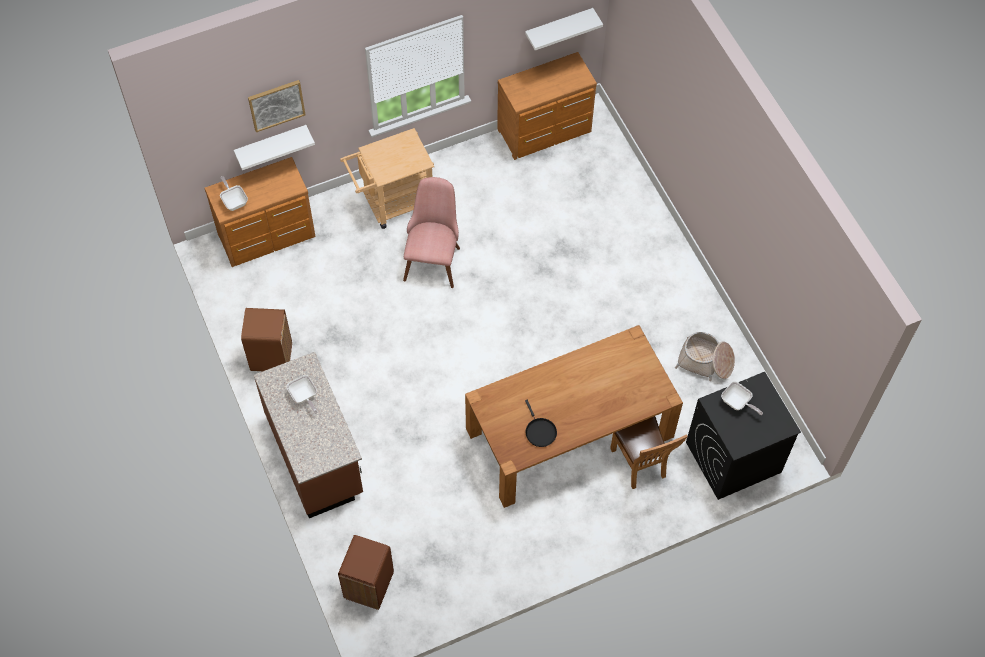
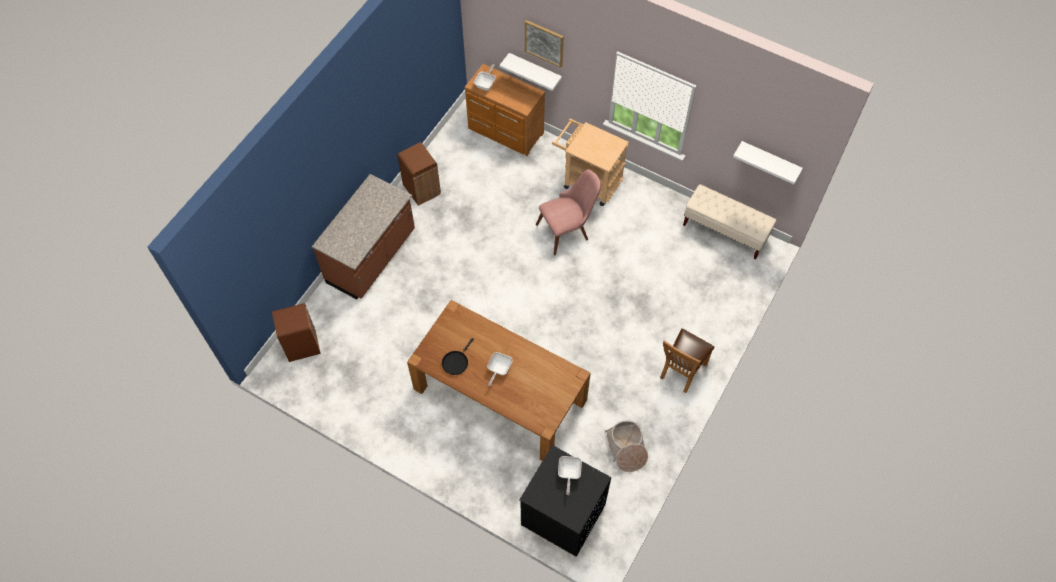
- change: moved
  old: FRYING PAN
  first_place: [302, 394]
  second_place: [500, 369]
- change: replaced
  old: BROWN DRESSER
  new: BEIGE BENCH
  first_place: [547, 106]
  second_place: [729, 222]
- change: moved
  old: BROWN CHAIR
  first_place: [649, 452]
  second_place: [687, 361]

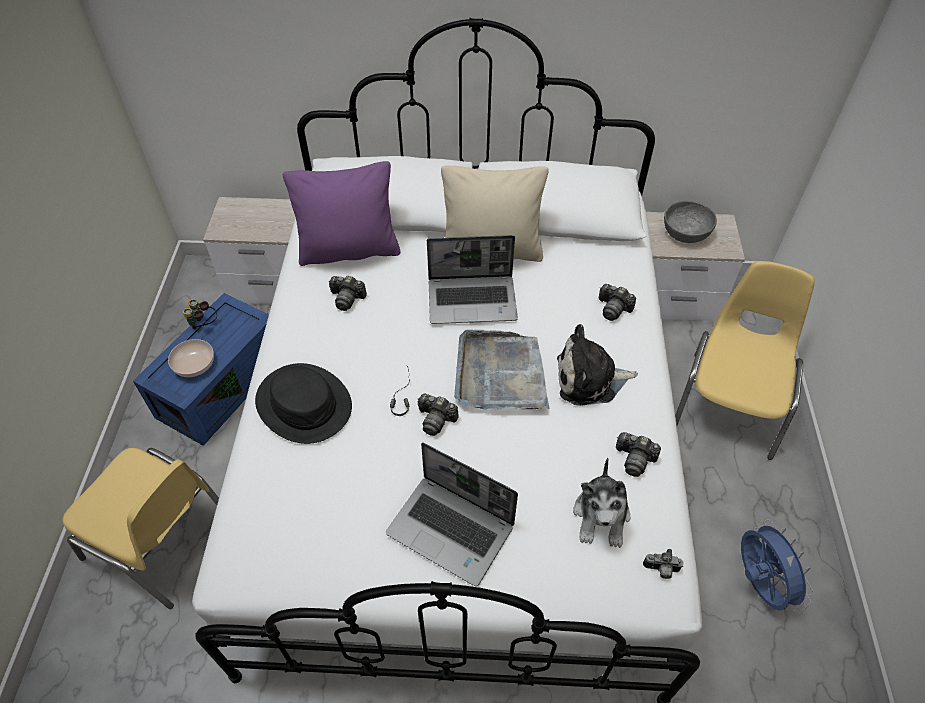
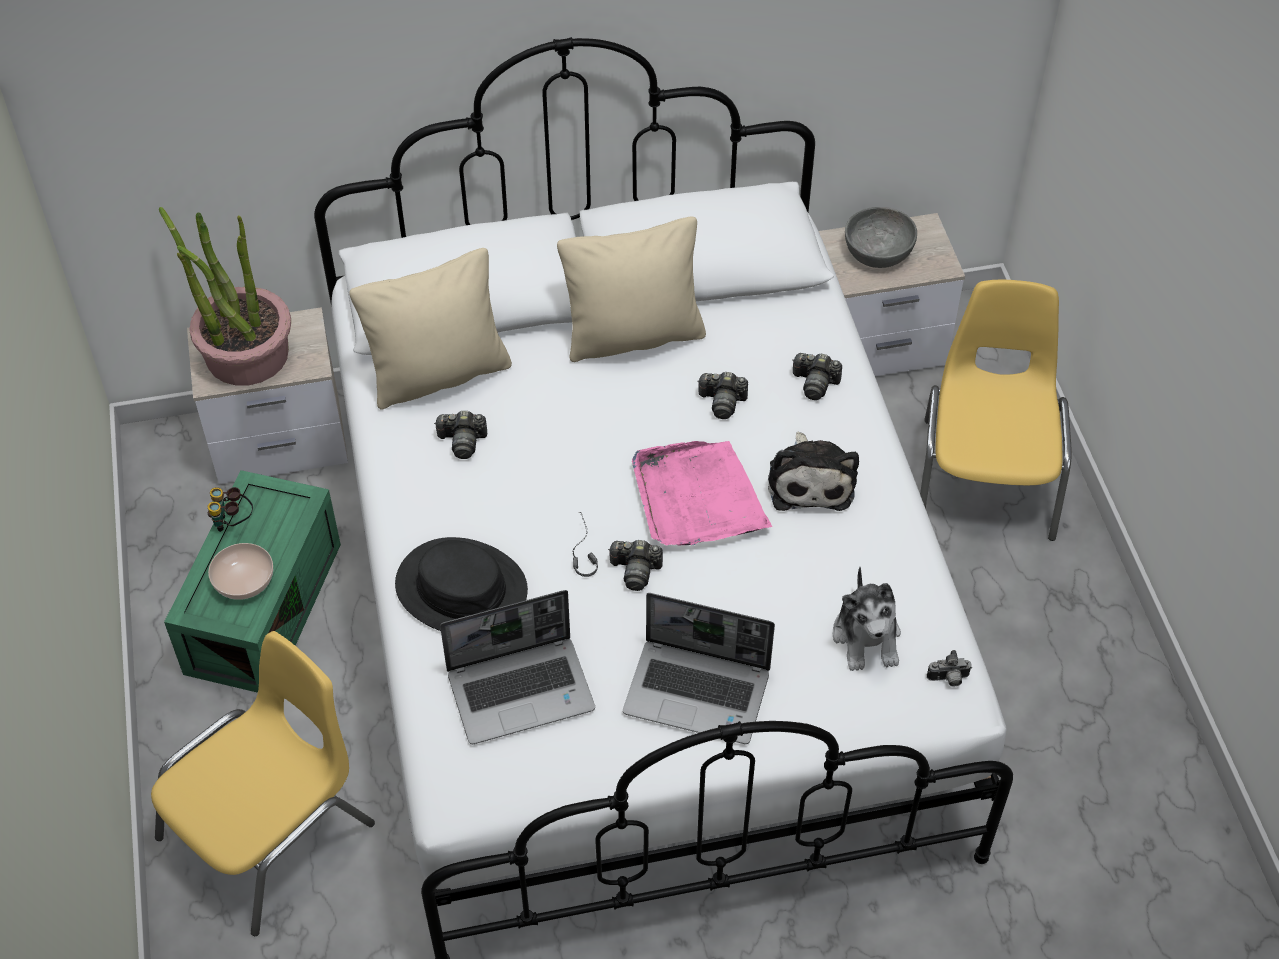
- change: turned
  old: YELLOW CHAIR
  first_place: [140, 528]
  second_place: [263, 783]
  degrees: -60
- change: recoloured
  old: BLUE STORAGE BOX
  new: GREEN STORAGE BOX
  first_place: [201, 369]
  second_place: [252, 581]
- change: recoloured
  old: PURPLE PILLOW
  new: BEIGE PILLOW
  first_place: [341, 213]
  second_place: [430, 328]
- change: moved
  old: LAPTOP
  first_place: [472, 279]
  second_place: [517, 667]
- change: recoloured
  old: GREY TRAY
  new: PINK TRAY
  first_place: [501, 370]
  second_place: [702, 493]
- change: turned
  old: PLUSH TOY
  first_place: [597, 365]
  second_place: [813, 471]
  degrees: -75
- change: moved
  old: PHOTO CAMERA
  first_place: [638, 454]
  second_place: [722, 395]
- change: removed
  old: BLUE FAN
  first_place: [777, 565]
- change: added
  new: POTTED PLANT
  second_place: [225, 296]

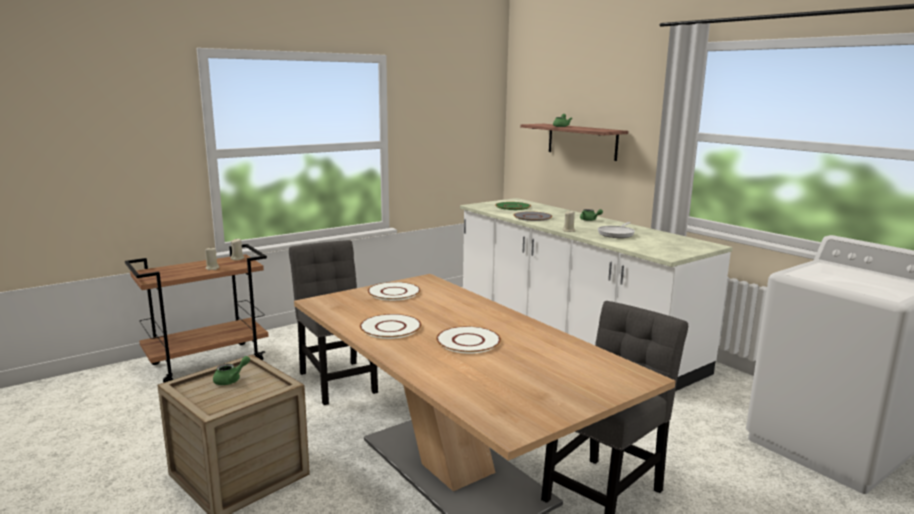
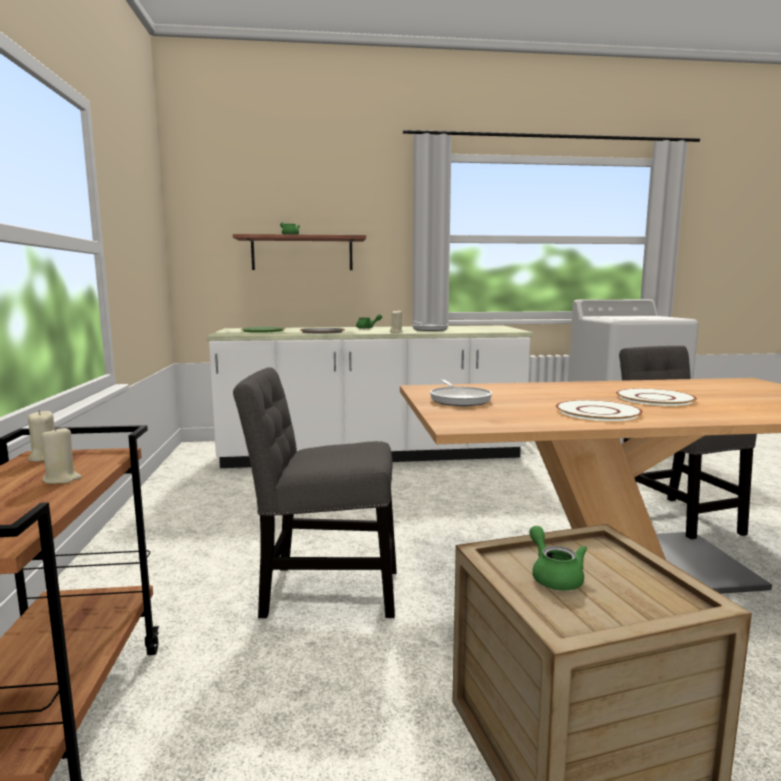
- change: replaced
  old: WHITE PLATE
  new: FRYING PAN
  first_place: [394, 291]
  second_place: [461, 393]

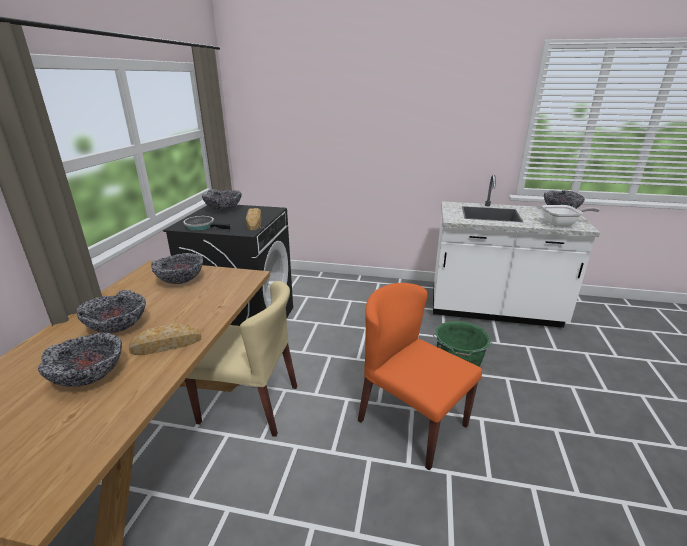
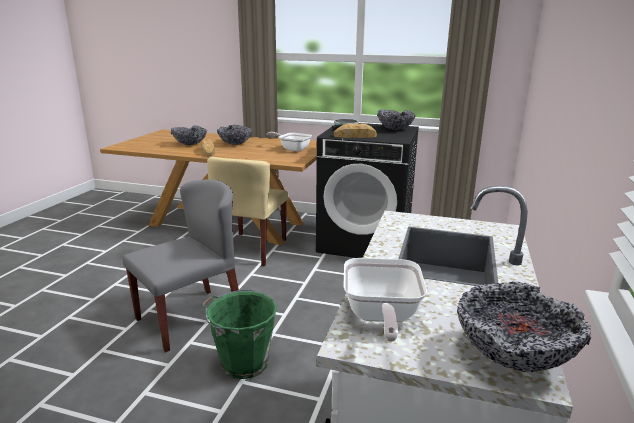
- change: replaced
  old: BOWL
  new: FRYING PAN
  first_place: [177, 268]
  second_place: [289, 142]
- change: recoloured
  old: ORANGE CHAIR
  new: GREY CHAIR
  first_place: [420, 376]
  second_place: [181, 265]

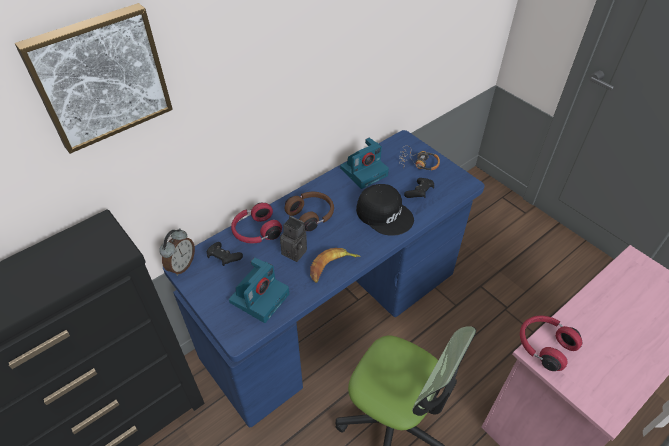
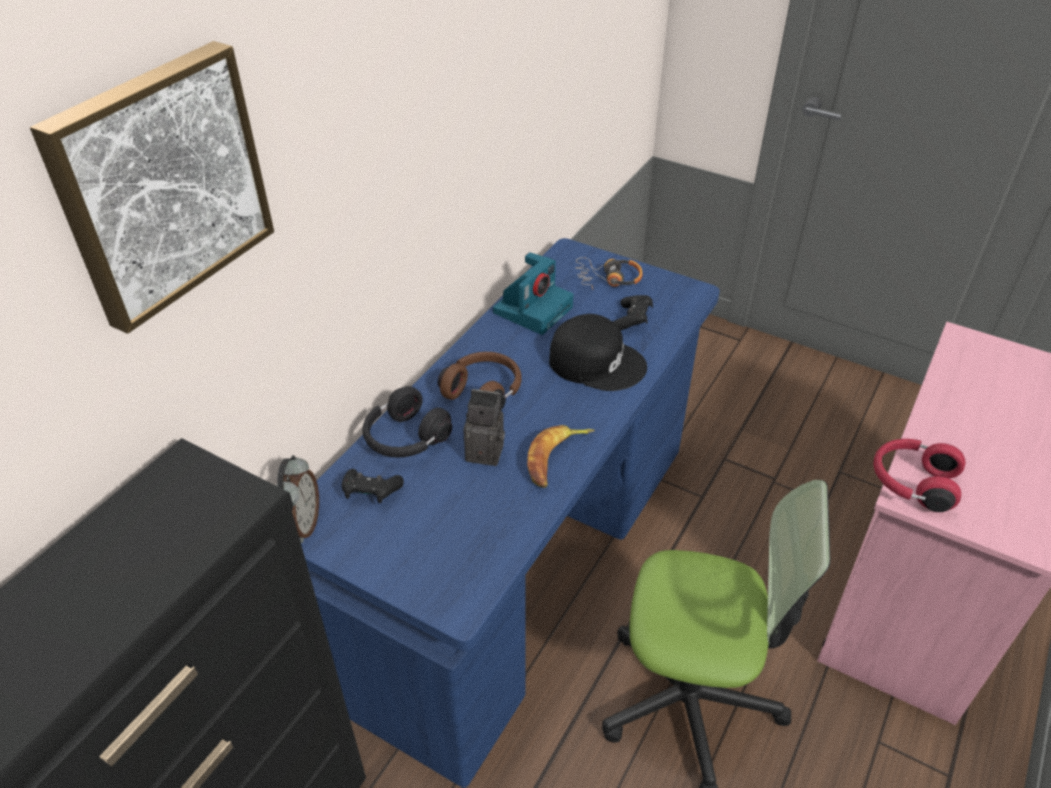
- change: removed
  old: PHOTO CAMERA
  first_place: [259, 290]
- change: recoloured
  old: RED HEADPHONES
  new: BLACK HEADPHONES
  first_place: [256, 223]
  second_place: [407, 421]

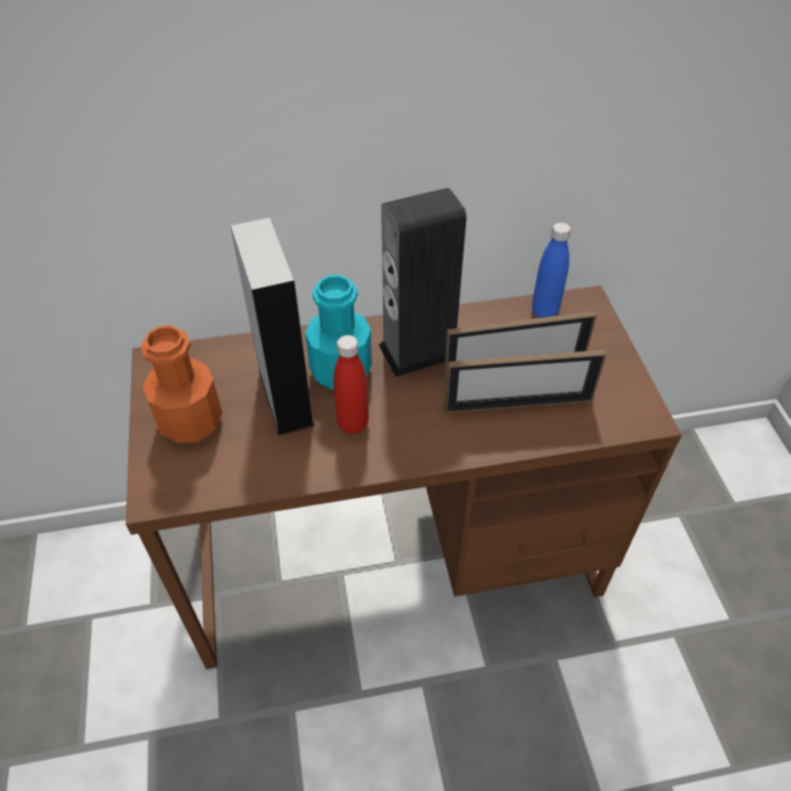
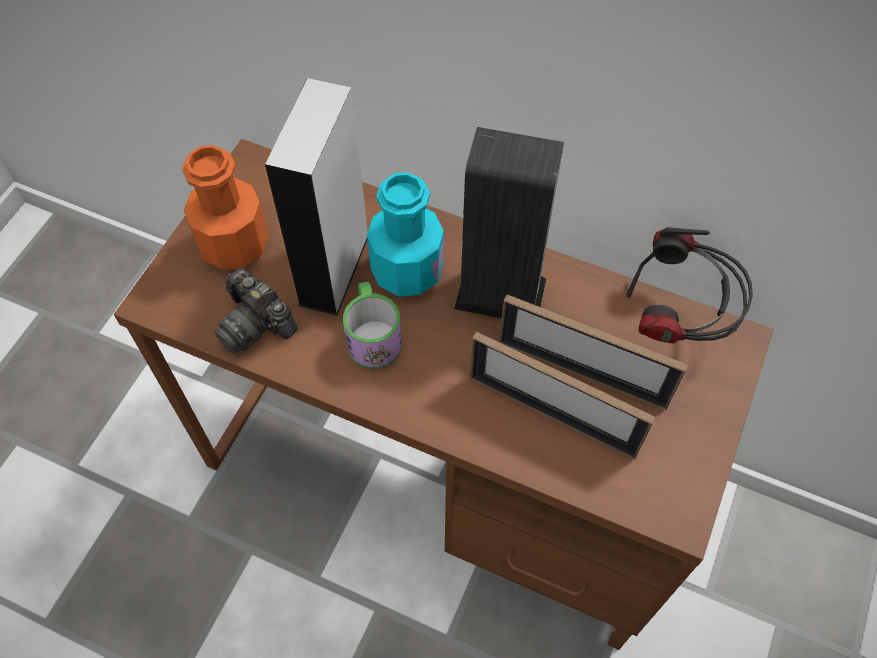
- change: replaced
  old: RED BOTTLE
  new: MUG
  first_place: [351, 384]
  second_place: [372, 325]
- change: replaced
  old: BLUE BOTTLE
  new: HEADPHONES
  first_place: [551, 270]
  second_place: [689, 285]
- change: added
  new: PHOTO CAMERA
  second_place: [256, 310]

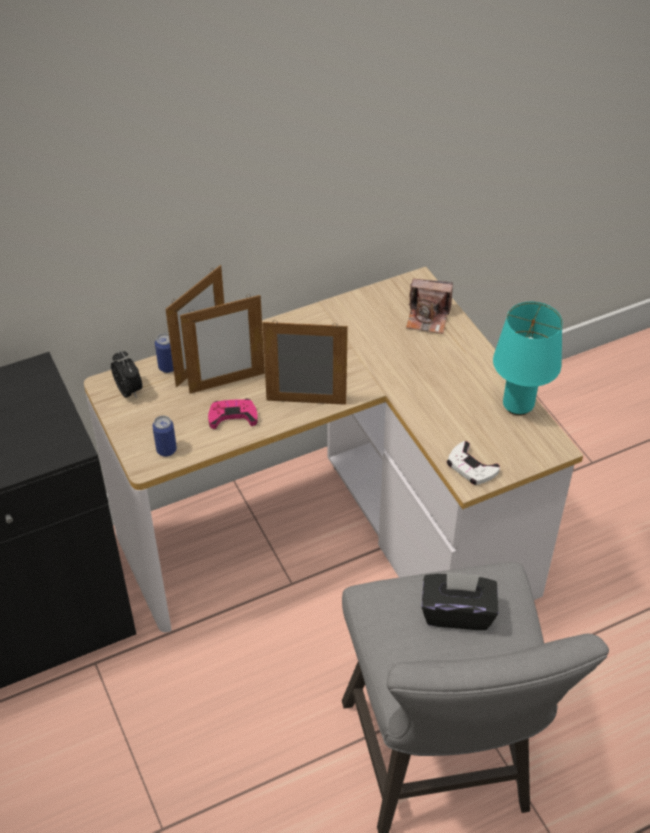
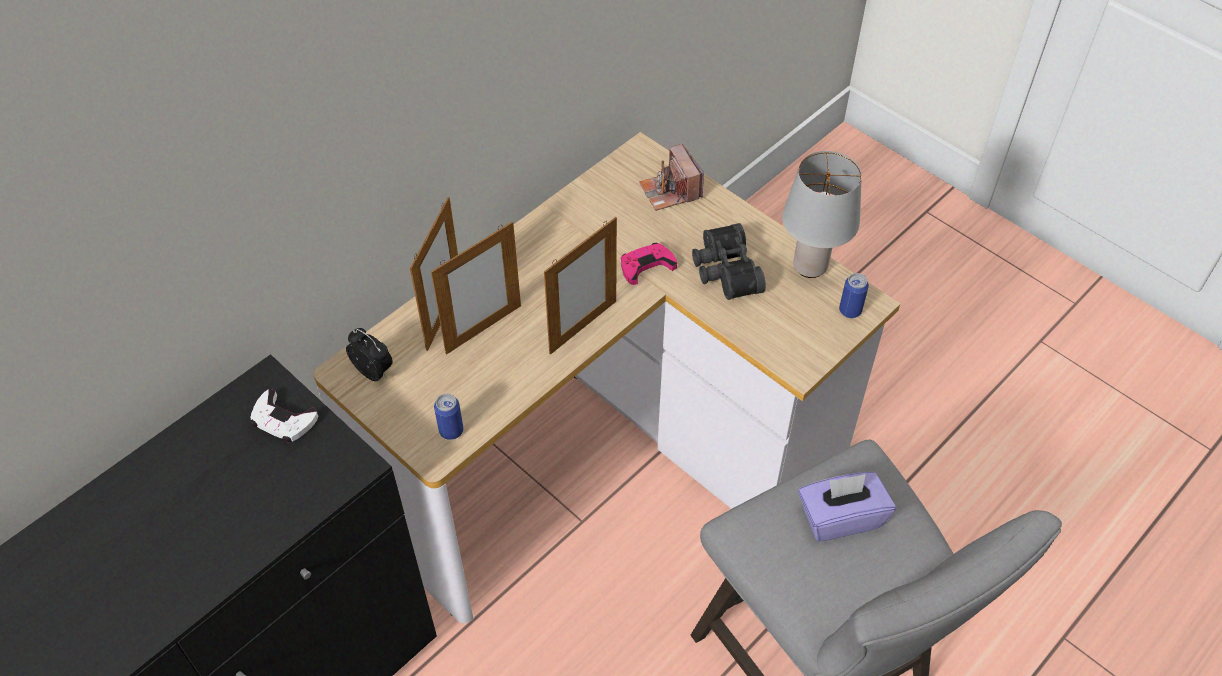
- change: moved
  old: CAN
  first_place: [164, 353]
  second_place: [854, 295]
- change: moved
  old: PINK GAME CONTROLLER
  first_place: [233, 414]
  second_place: [649, 264]
- change: turned
  old: PICTURE FRAME
  first_place: [305, 363]
  second_place: [580, 286]
  degrees: 150
- change: turned
  old: PHOTO CAMERA
  first_place: [429, 306]
  second_place: [671, 177]
  degrees: 75
- change: recoloured
  old: BLACK TISSUE BOX
  new: PURPLE TISSUE BOX
  first_place: [459, 600]
  second_place: [847, 507]
- change: moved
  old: WHITE GAME CONTROLLER
  first_place: [473, 463]
  second_place: [284, 415]
- change: recoloured
  old: TURQUOISE TABLE LAMP
  new: GREY TABLE LAMP
  first_place: [528, 358]
  second_place: [822, 214]
- change: added
  new: BLACK BINOCULARS
  second_place: [729, 261]

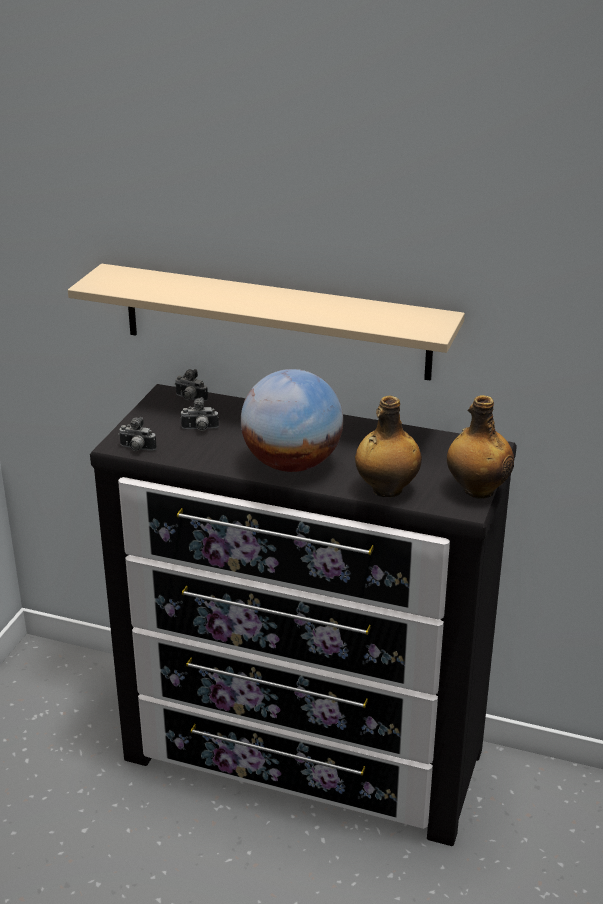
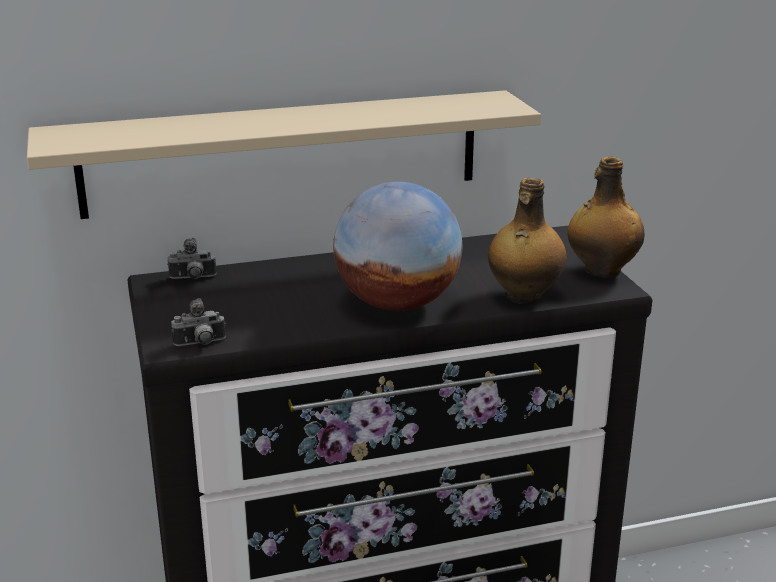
- change: removed
  old: PHOTO CAMERA
  first_place: [199, 414]

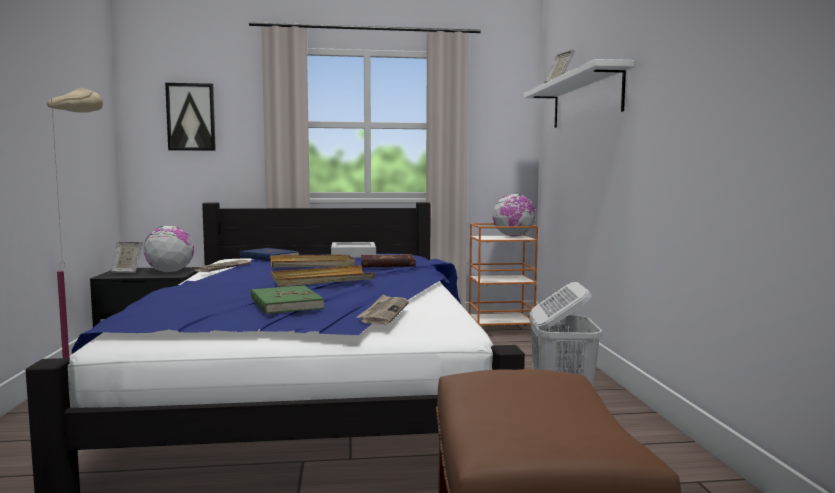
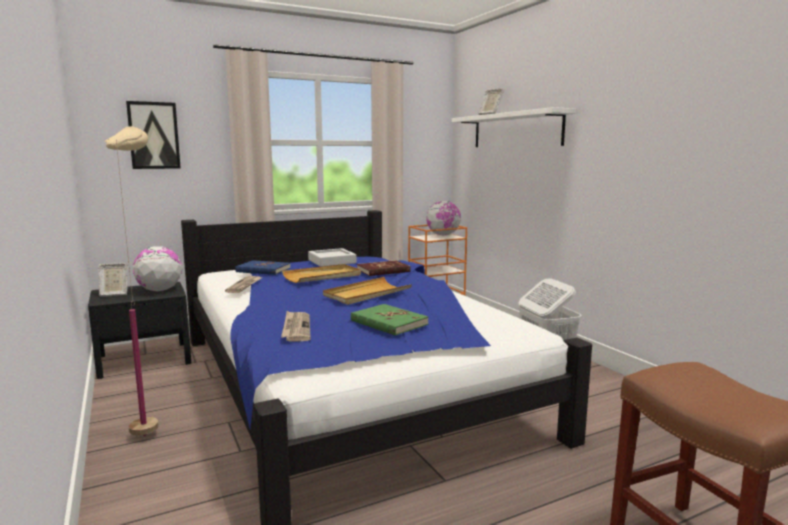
- change: moved
  old: NEWSPAPER
  first_place: [382, 309]
  second_place: [296, 326]

